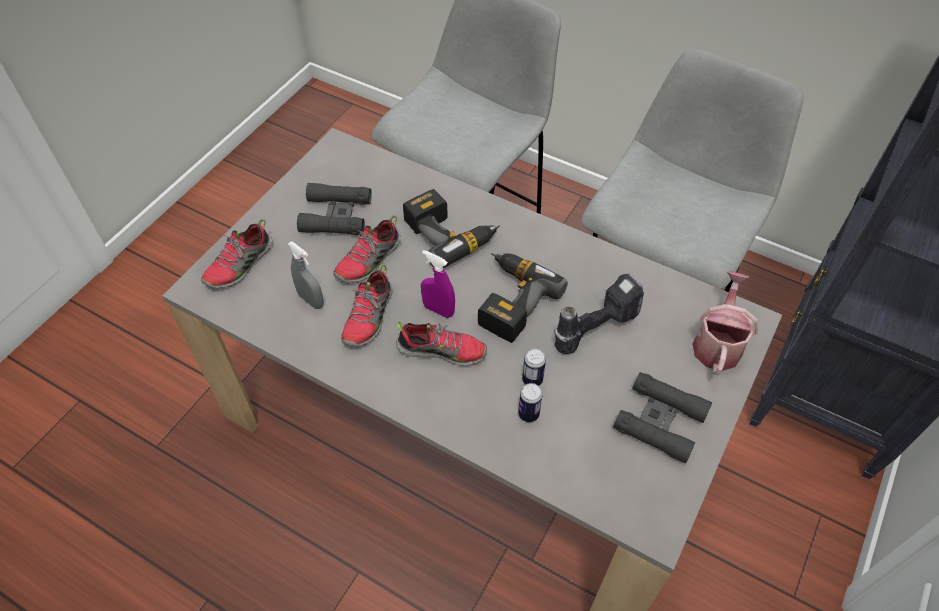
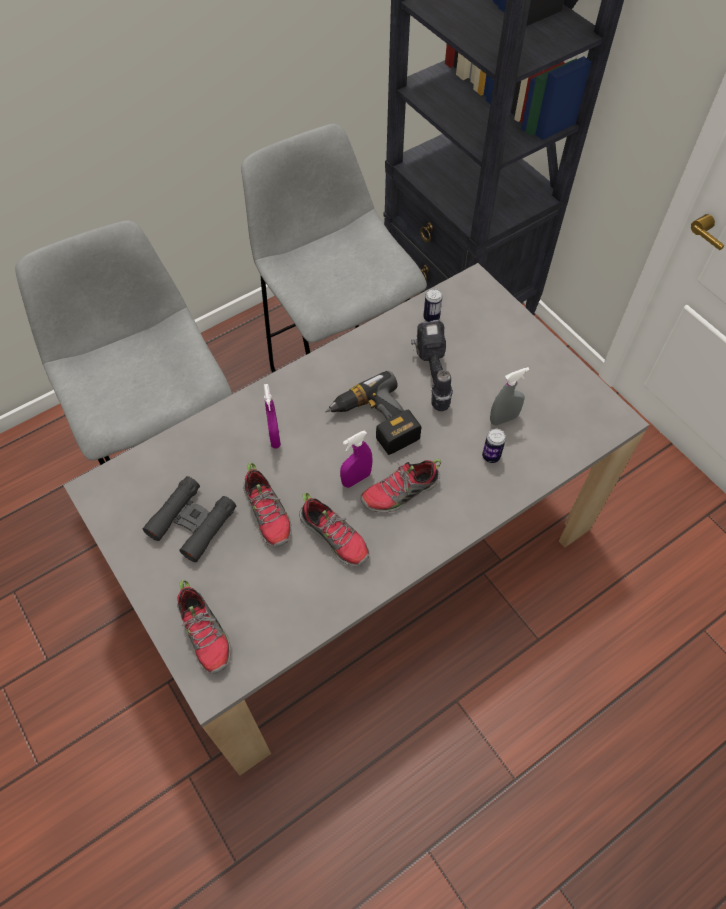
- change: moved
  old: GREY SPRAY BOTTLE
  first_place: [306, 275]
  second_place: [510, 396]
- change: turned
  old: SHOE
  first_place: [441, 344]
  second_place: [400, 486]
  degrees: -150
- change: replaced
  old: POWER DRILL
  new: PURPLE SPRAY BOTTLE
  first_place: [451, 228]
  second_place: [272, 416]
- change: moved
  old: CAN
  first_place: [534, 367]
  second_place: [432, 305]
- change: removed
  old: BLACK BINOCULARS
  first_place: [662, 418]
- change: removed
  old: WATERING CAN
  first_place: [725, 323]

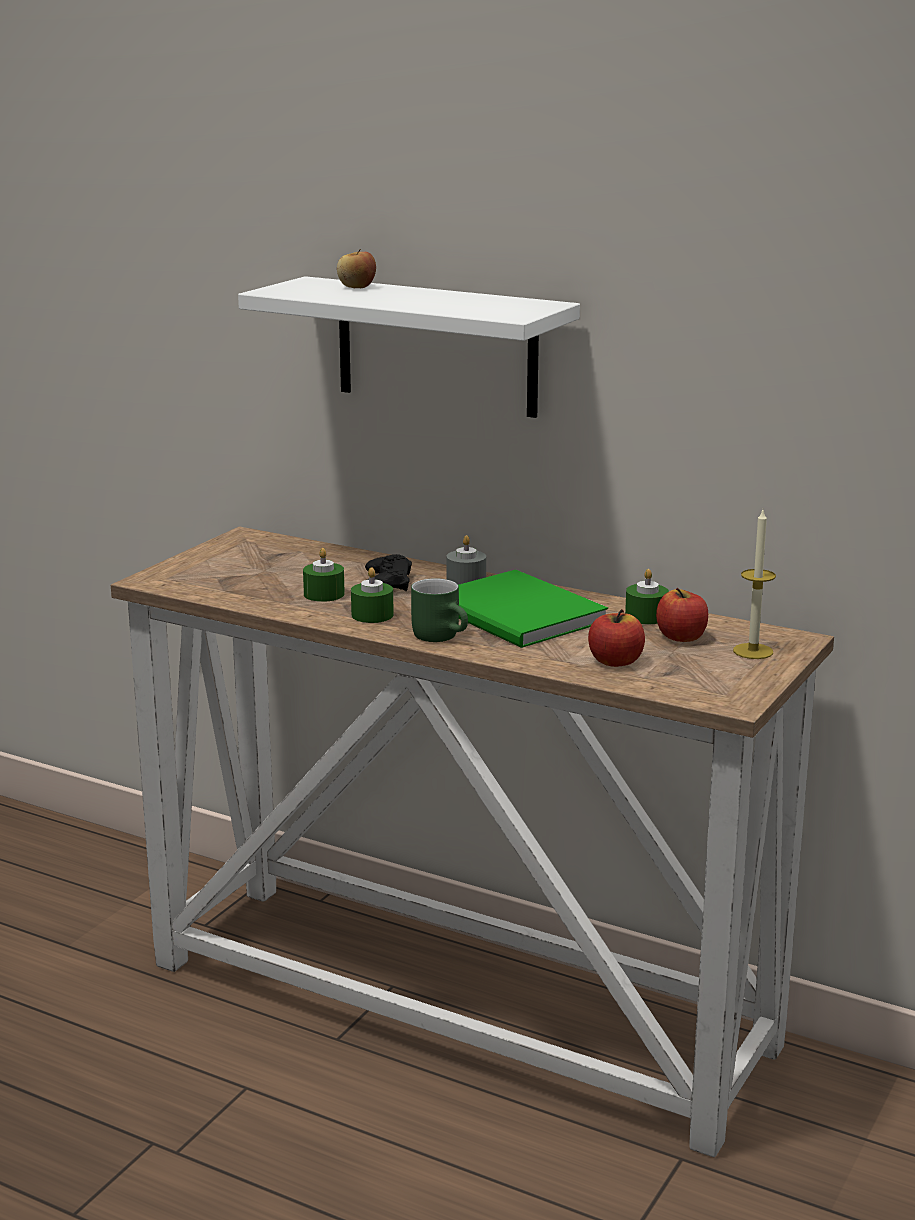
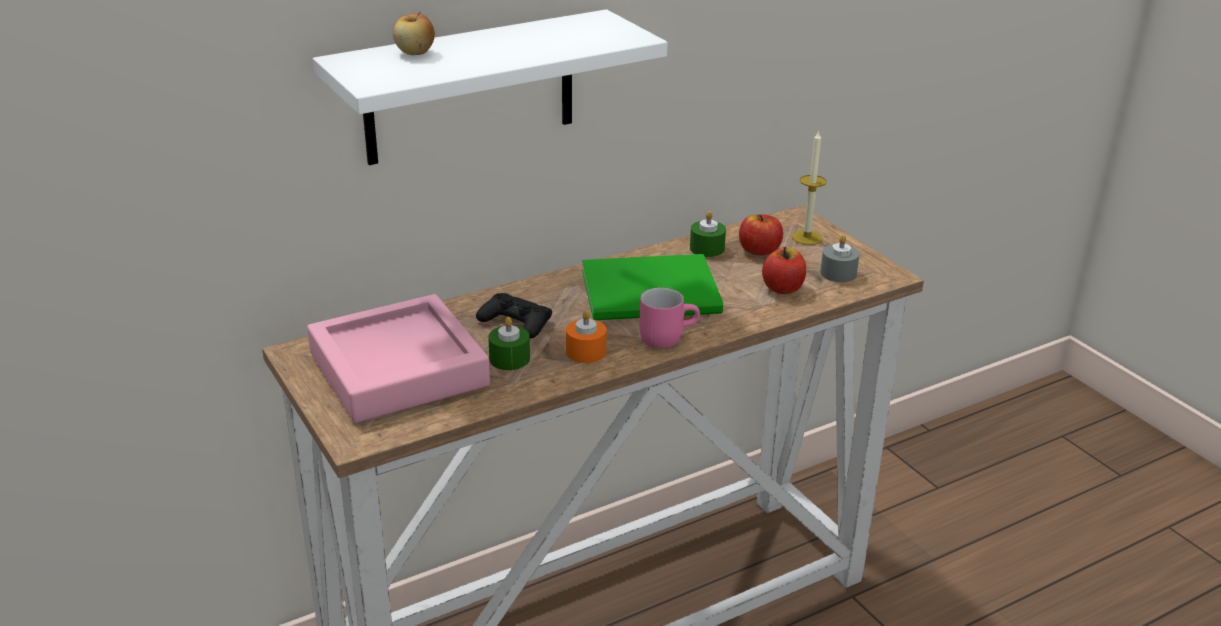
- change: recoloured
  old: GREEN CANDLE
  new: ORANGE CANDLE
  first_place: [372, 595]
  second_place: [586, 336]
- change: recoloured
  old: GREEN MUG
  new: PINK MUG
  first_place: [439, 610]
  second_place: [670, 317]
- change: moved
  old: GREY CANDLE
  first_place: [466, 560]
  second_place: [839, 258]
- change: added
  new: PINK TRAY
  second_place: [398, 358]

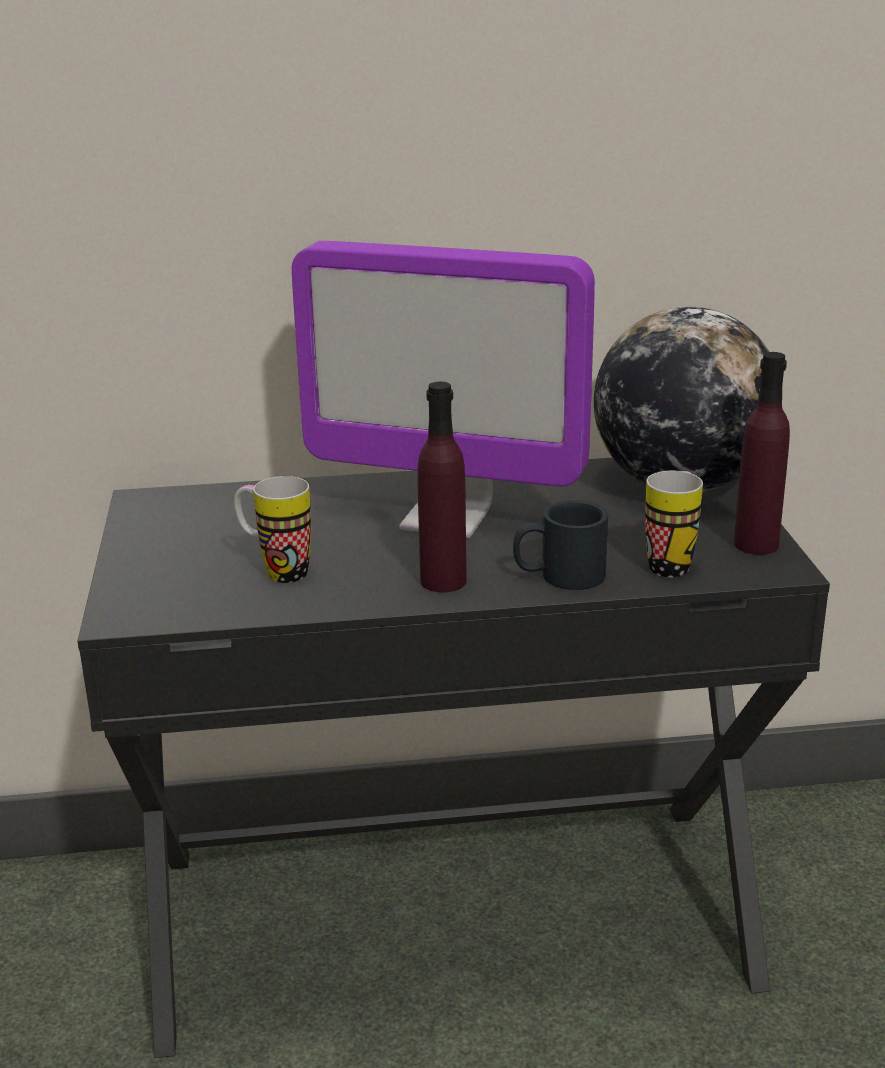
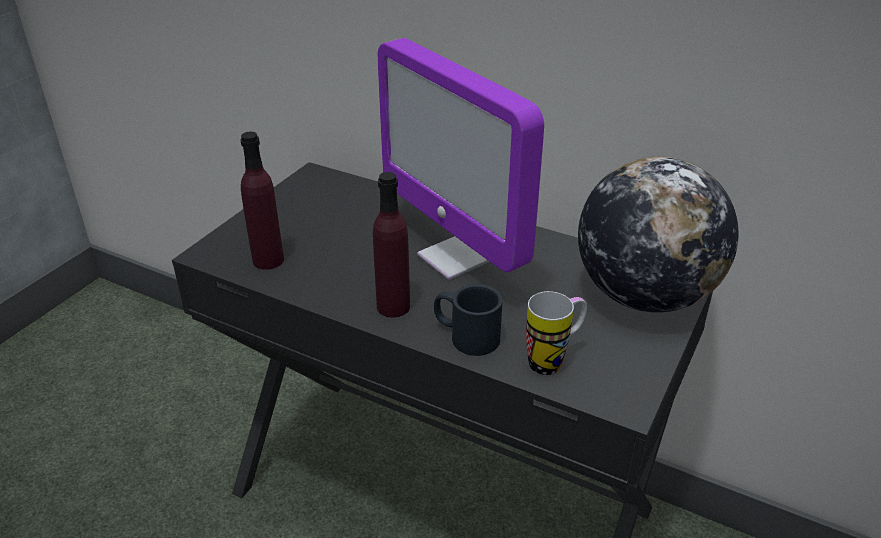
- change: removed
  old: MUG
  first_place: [272, 529]
- change: moved
  old: PURPLE BOTTLE
  first_place: [762, 453]
  second_place: [262, 201]

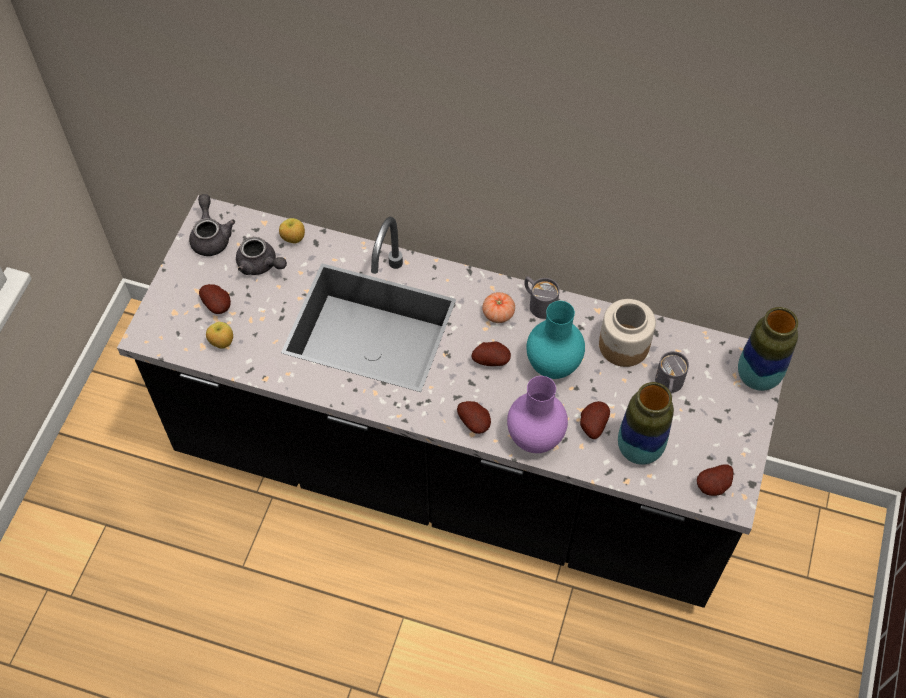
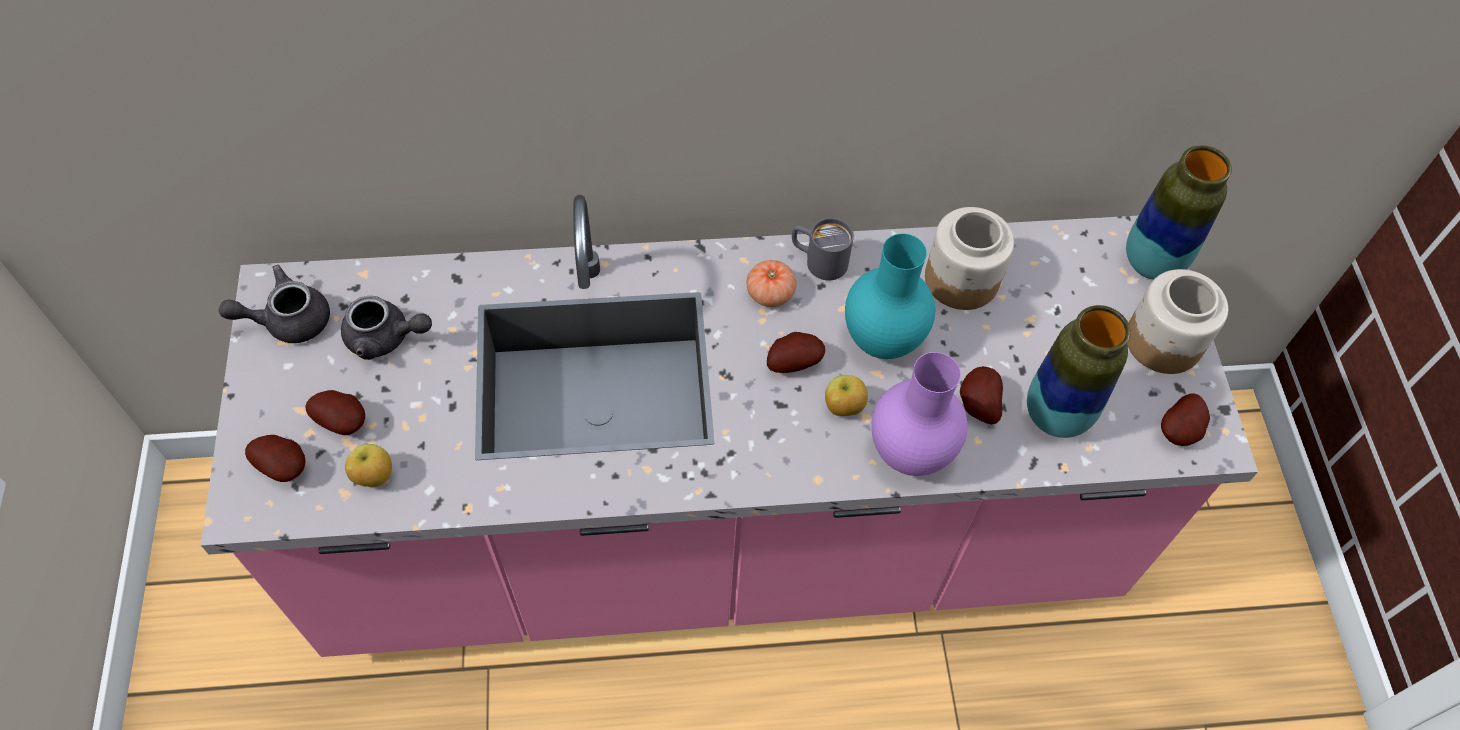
- change: recoloured
  old: BLACK COUNTER
  new: PINK COUNTER
  first_place: [450, 401]
  second_place: [729, 426]
- change: turned
  old: GREY TEAPOT
  first_place: [212, 225]
  second_place: [274, 304]
  degrees: -75
- change: moved
  old: APPLE
  first_place: [292, 231]
  second_place: [846, 395]
- change: moved
  old: POTATO
  first_place: [474, 417]
  second_place: [275, 458]
- change: removed
  old: GREY MUG
  first_place: [672, 372]
- change: added
  new: JAR
  second_place: [1177, 321]

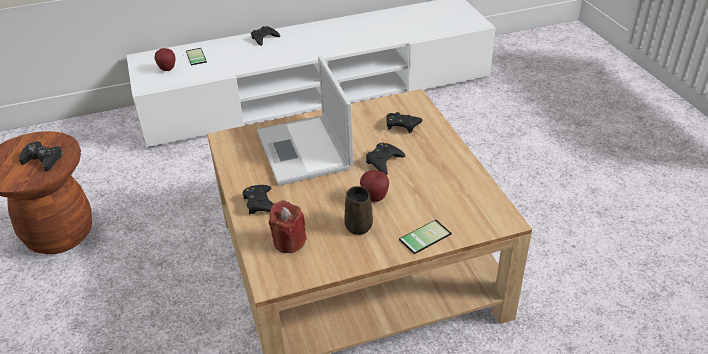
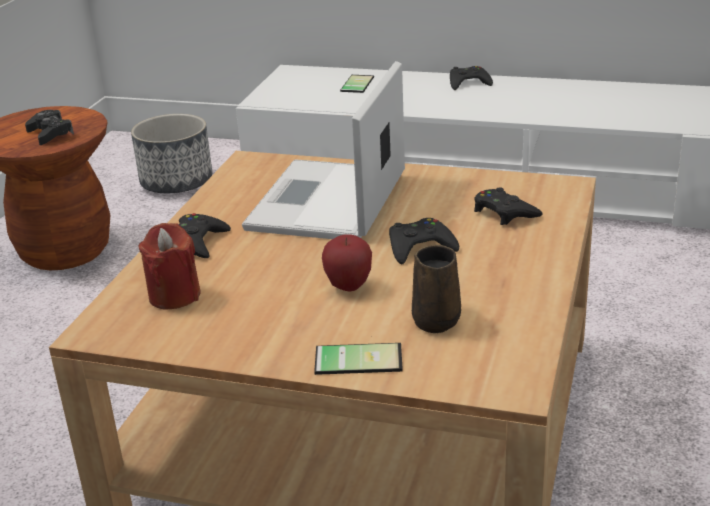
- change: removed
  old: APPLE
  first_place: [165, 59]
- change: moved
  old: BROWN MUG
  first_place: [358, 210]
  second_place: [436, 289]
- change: added
  new: PLANTER
  second_place: [171, 153]

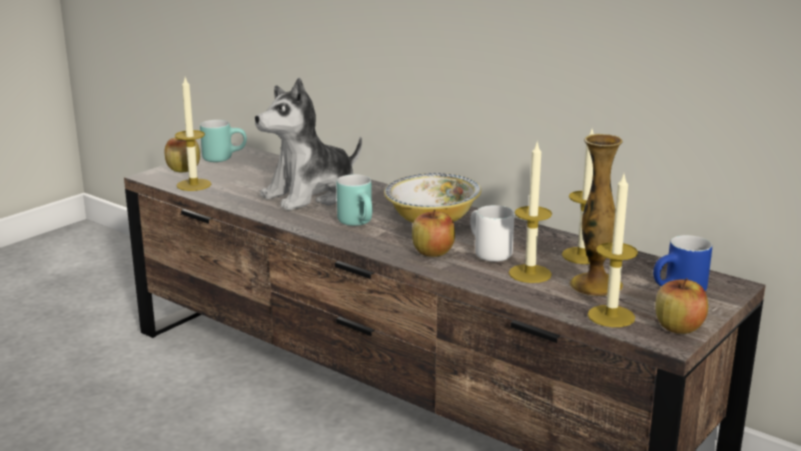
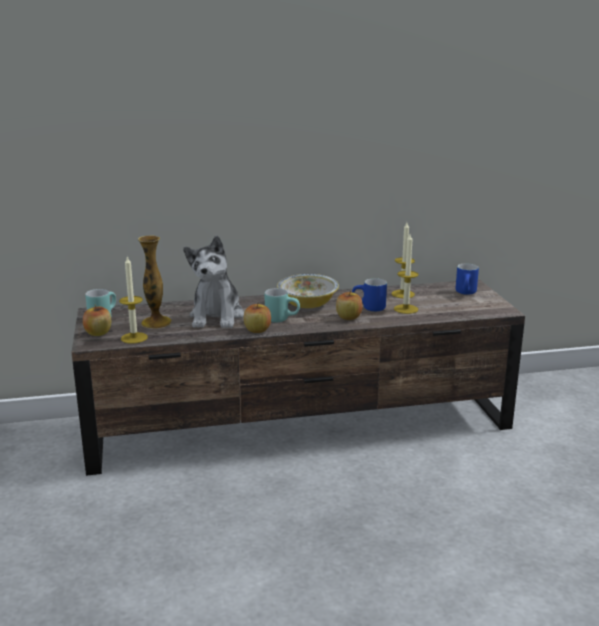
- change: recoloured
  old: WHITE MUG
  new: BLUE MUG
  first_place: [492, 233]
  second_place: [369, 294]
- change: moved
  old: VASE
  first_place: [596, 215]
  second_place: [155, 282]
- change: removed
  old: CANDLE
  first_place: [613, 251]
- change: moved
  old: APPLE
  first_place: [682, 306]
  second_place: [257, 317]

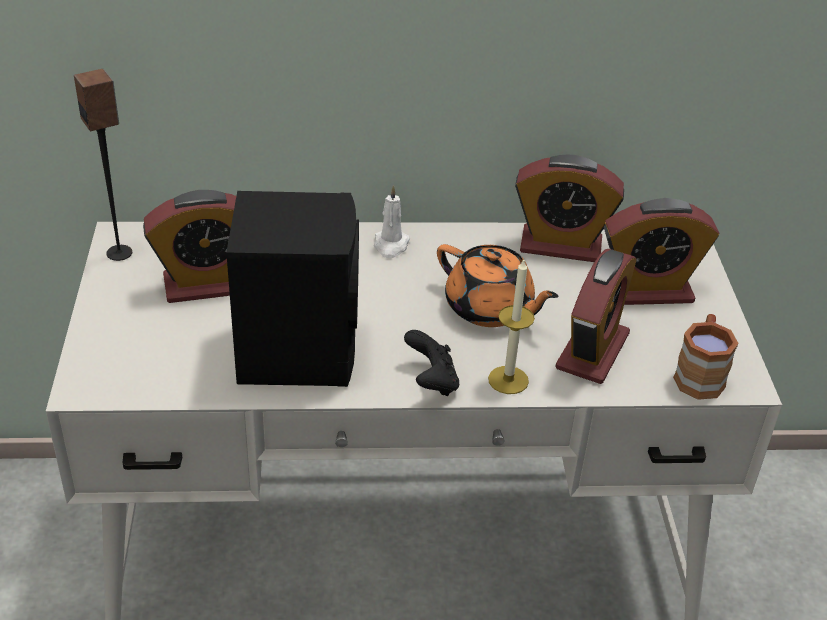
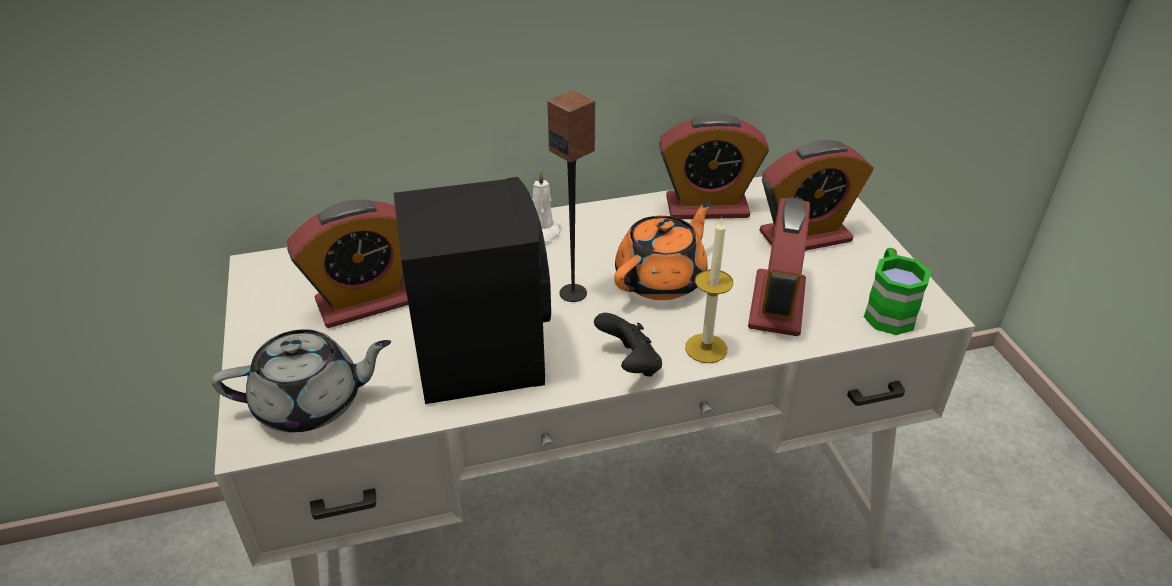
- change: moved
  old: SPEAKER
  first_place: [103, 165]
  second_place: [571, 196]
- change: turned
  old: ORANGE TEAPOT
  first_place: [498, 285]
  second_place: [663, 250]
  degrees: -75
- change: recoloured
  old: BROWN MUG
  new: GREEN MUG
  first_place: [706, 357]
  second_place: [897, 291]
- change: added
  new: GREY TEAPOT
  second_place: [301, 380]

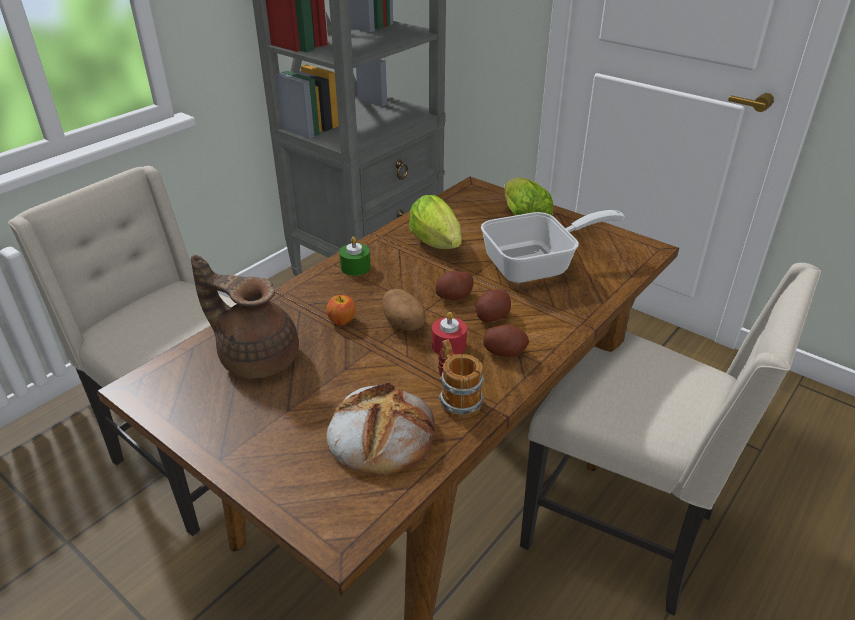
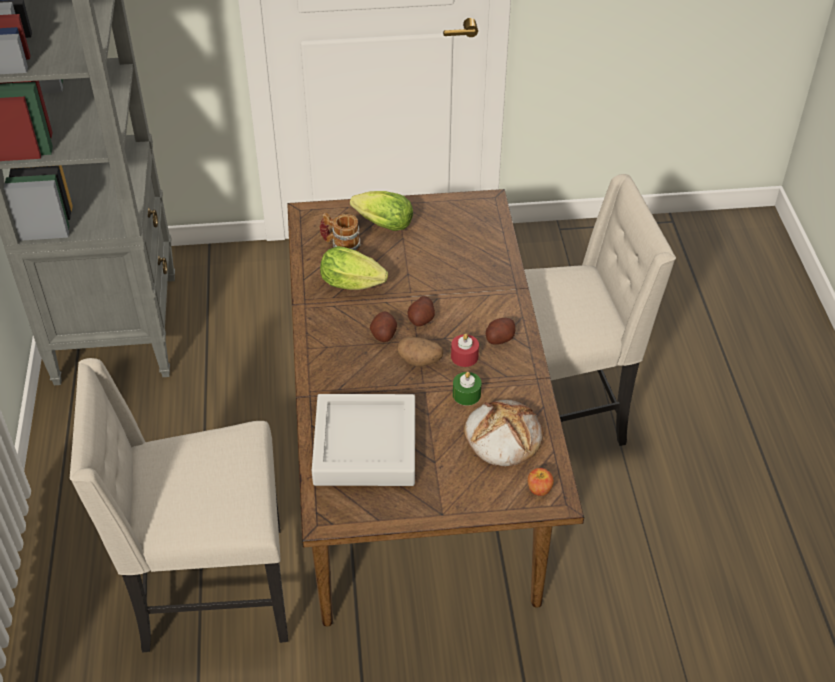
- change: replaced
  old: BROWN TEAPOT
  new: GREY TRAY
  first_place: [245, 316]
  second_place: [363, 440]
- change: moved
  old: APPLE
  first_place: [341, 310]
  second_place: [541, 482]
- change: moved
  old: GREEN CANDLE
  first_place: [355, 256]
  second_place: [467, 389]
- change: moved
  old: MUG
  first_place: [461, 379]
  second_place: [340, 231]
- change: moved
  old: POTATO
  first_place: [493, 305]
  second_place: [383, 327]
- change: removed
  old: FRYING PAN
  first_place: [553, 246]

